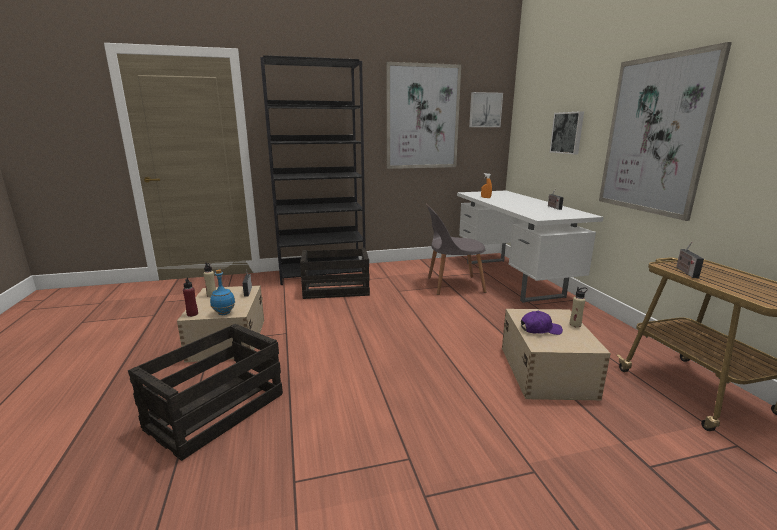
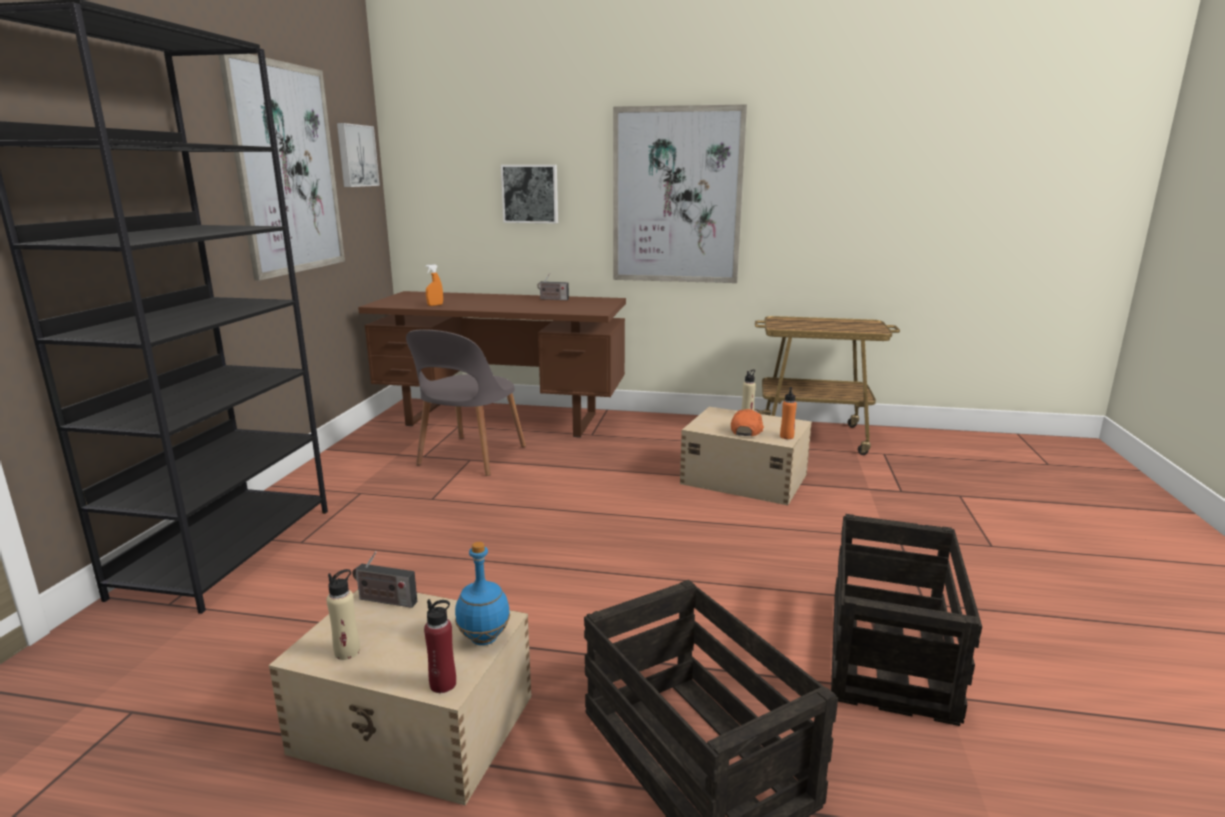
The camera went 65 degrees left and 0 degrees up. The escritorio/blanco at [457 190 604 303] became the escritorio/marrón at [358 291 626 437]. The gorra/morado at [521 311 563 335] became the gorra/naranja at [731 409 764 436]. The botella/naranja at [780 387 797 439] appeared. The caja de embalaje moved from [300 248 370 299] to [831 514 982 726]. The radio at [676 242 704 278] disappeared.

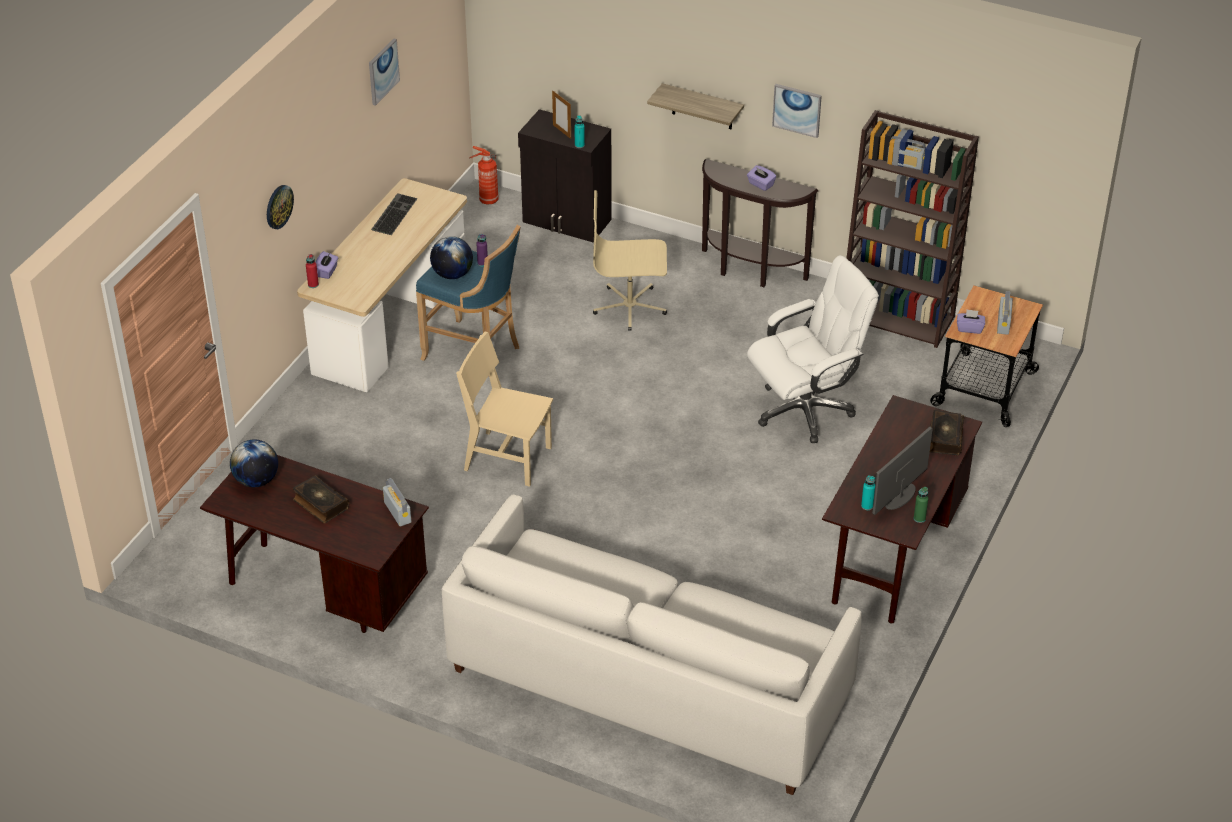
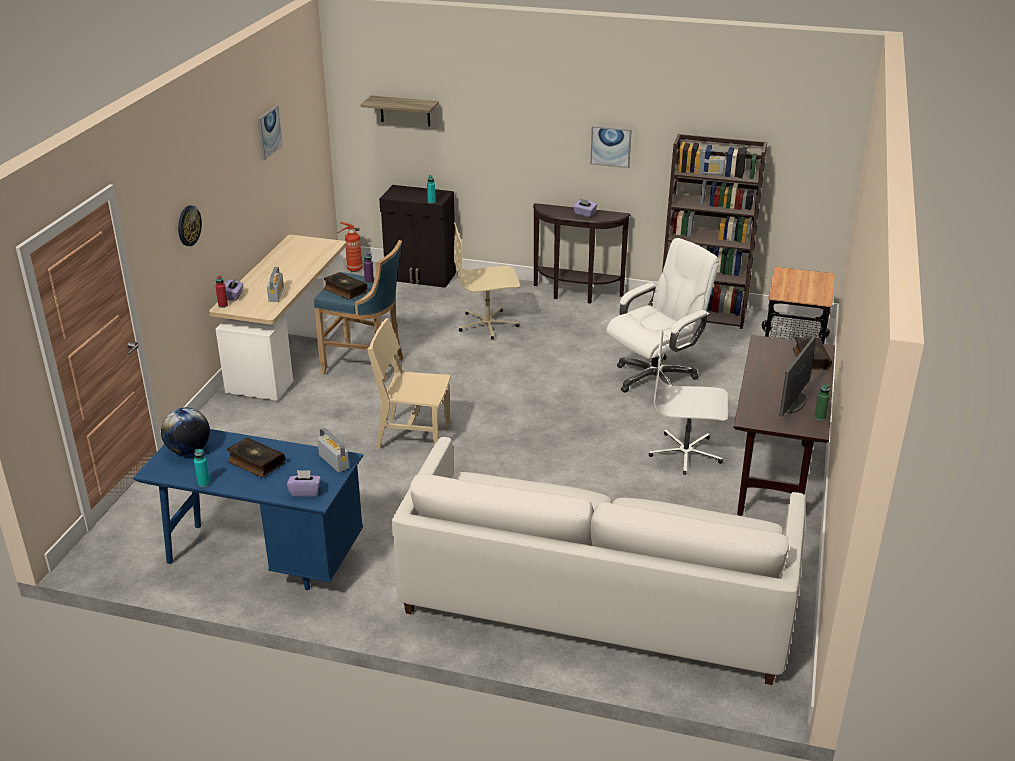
The camera went 10 degrees left and 10 degrees down. The escritorio/marrón at [200 455 429 633] became the escritorio/azul at [133 429 363 590]. The botella/turquesa moved from [861 475 875 510] to [194 449 210 487]. The radio moved from [997 291 1013 335] to [267 267 284 302]. The caja de pañuelos/morado moved from [957 309 985 334] to [287 470 321 497]. The globo terráqueo at [430 236 473 279] was replaced by the libro at [323 272 368 300]. The estante moved from [647 83 744 129] to [360 95 439 126]. The silla de oficina/blanco at [649 330 728 475] appeared. The teclado at [371 193 418 235] disappeared. The portarretratos at [552 90 571 139] disappeared.

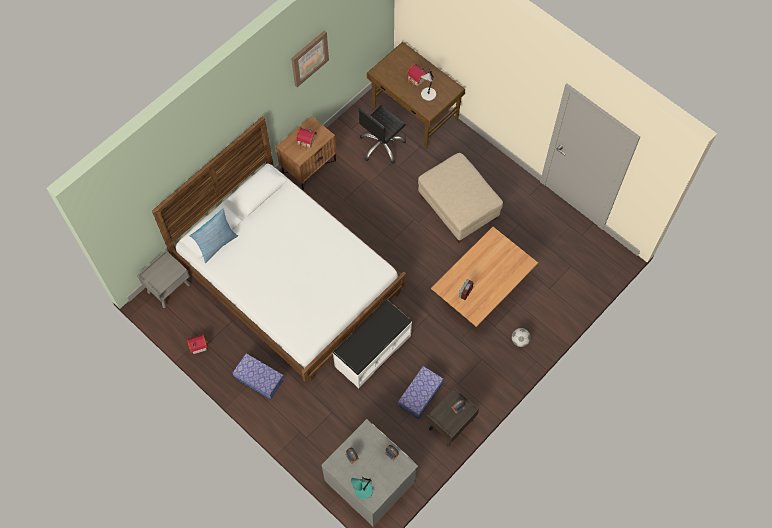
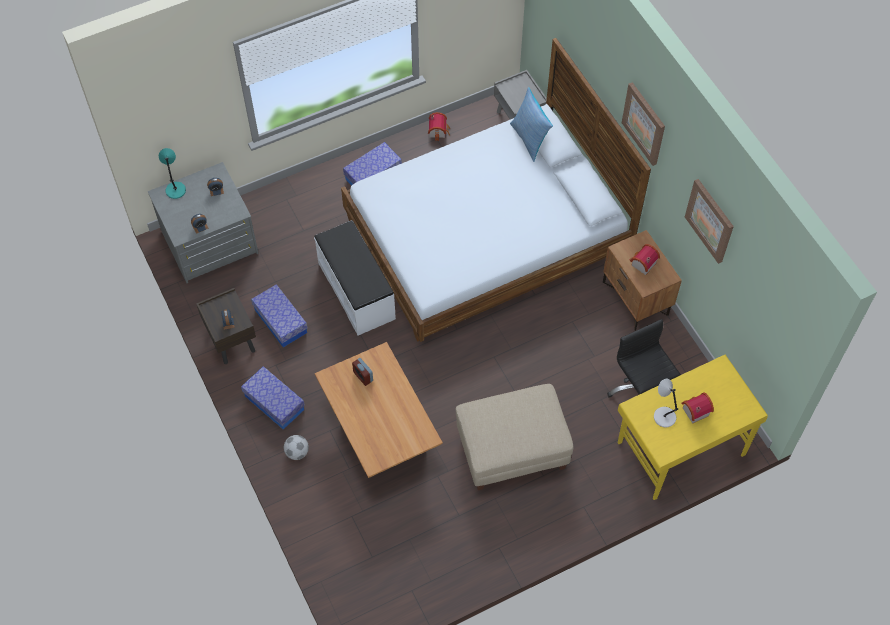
The camera went 110 degrees right and 5 degrees down. The caja de almacenaje at [241 366 305 430] appeared. The escritorio/marrón at [367 42 465 149] became the escritorio/amarillo at [618 355 768 500]. The cuadro at [622 82 665 166] appeared.

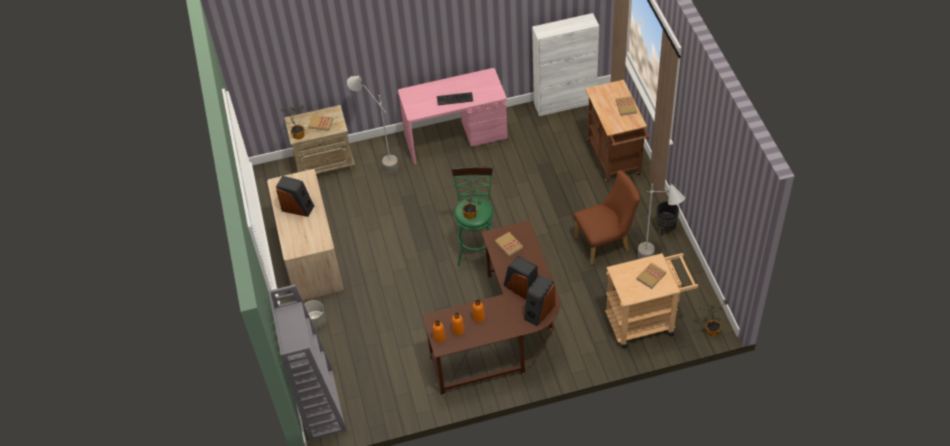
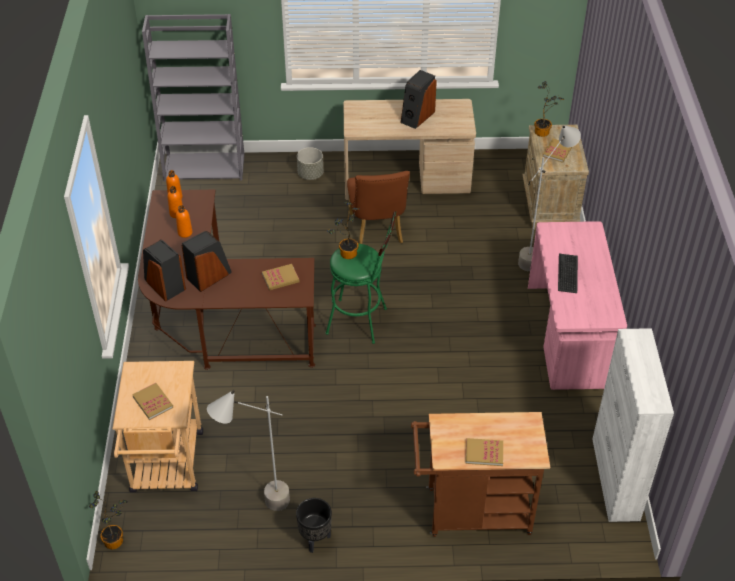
The camera went 100 degrees right and 5 degrees down. The silla/marrón moved from [574 170 640 265] to [347 171 410 244].

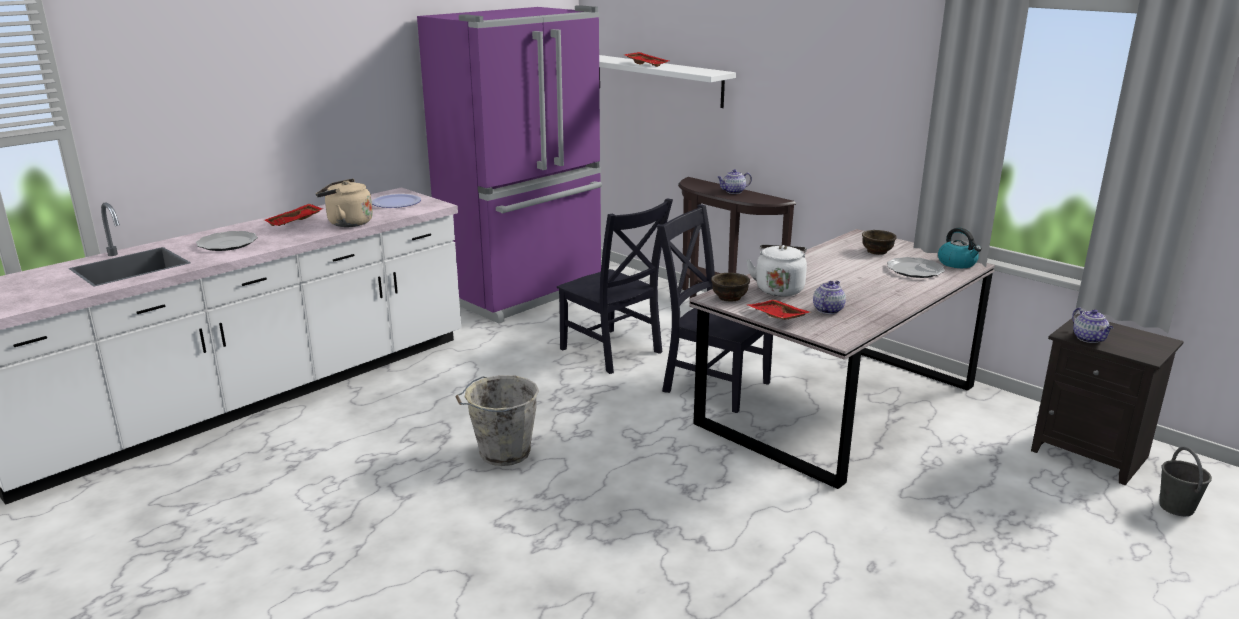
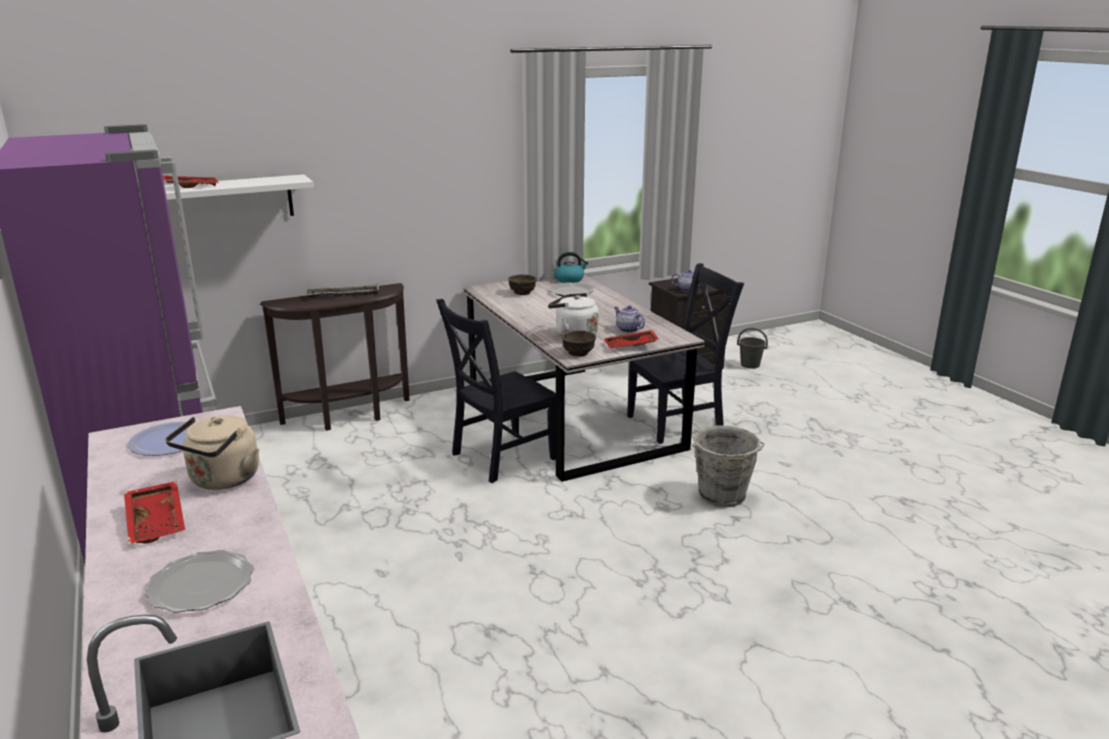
The camera went 70 degrees left and 0 degrees up. The tetera at [717 169 752 194] was replaced by the bandeja at [306 284 380 297]. The silla/negro moved from [557 198 673 374] to [627 263 744 444]. The cubo/gris moved from [455 375 539 466] to [692 425 764 507].

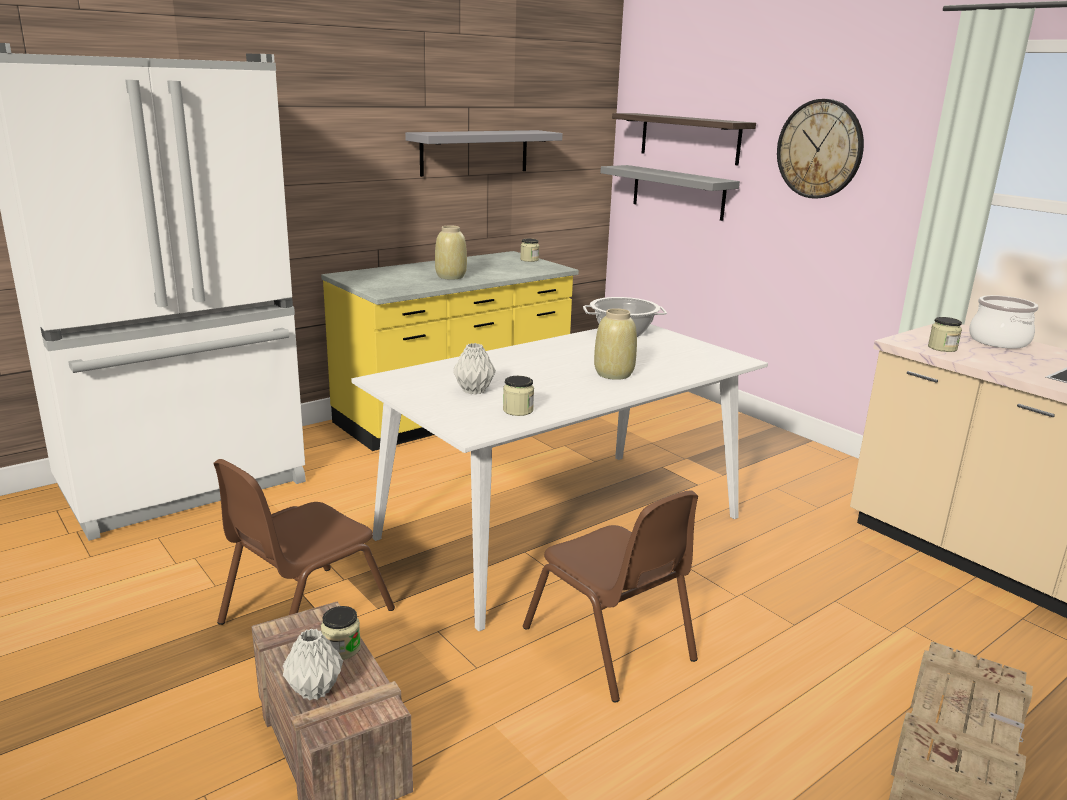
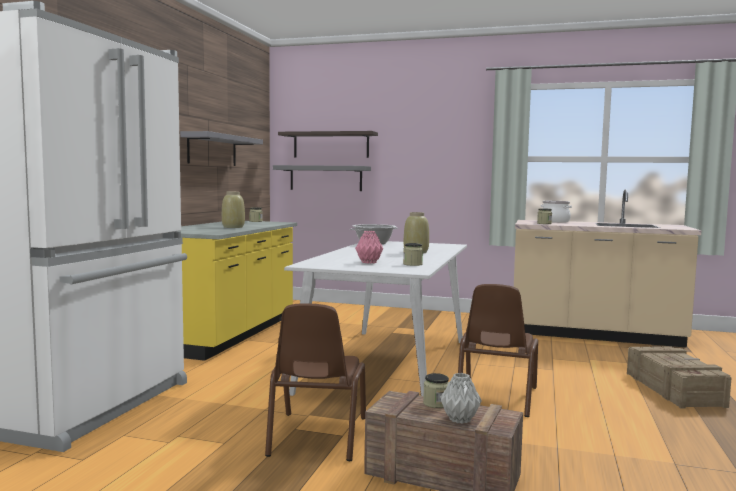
The camera went 35 degrees left and 15 degrees down. The florero/gris at [453 343 496 395] became the florero/rosa at [355 231 383 264]. The silla/marrón at [523 491 698 703] turned 90 degrees clockwise. The reloj de pared at [777 99 864 199] disappeared.

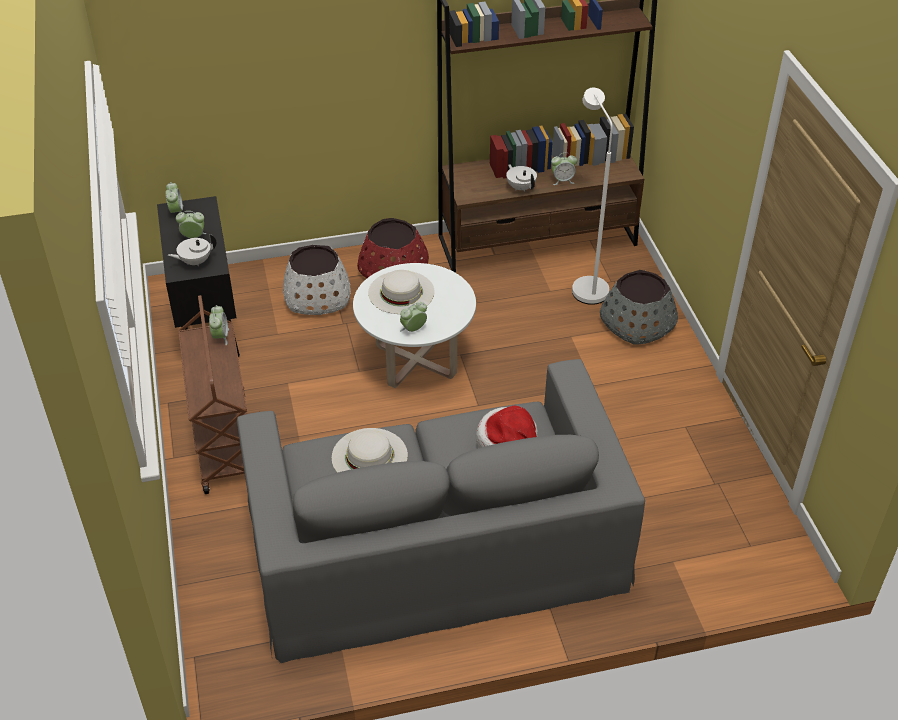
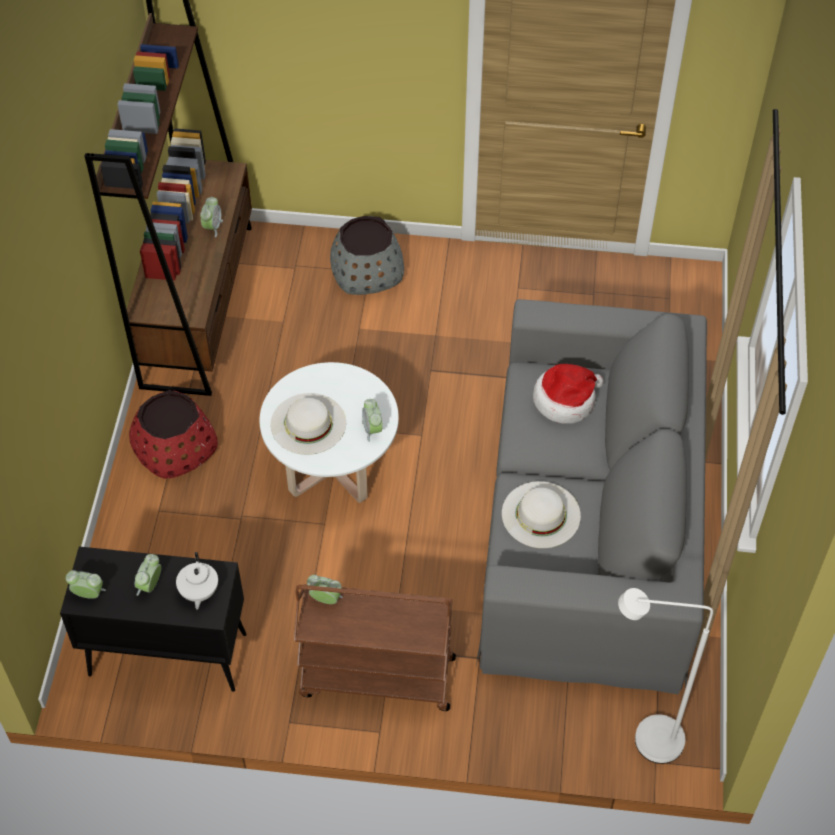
The camera went 70 degrees left and 10 degrees up. The lámpara de pie/blanco moved from [572 88 613 305] to [618 588 713 764]. The maceta/blanco at [283 245 351 315] disappeared. The tetera/blanco at [506 164 537 191] disappeared.

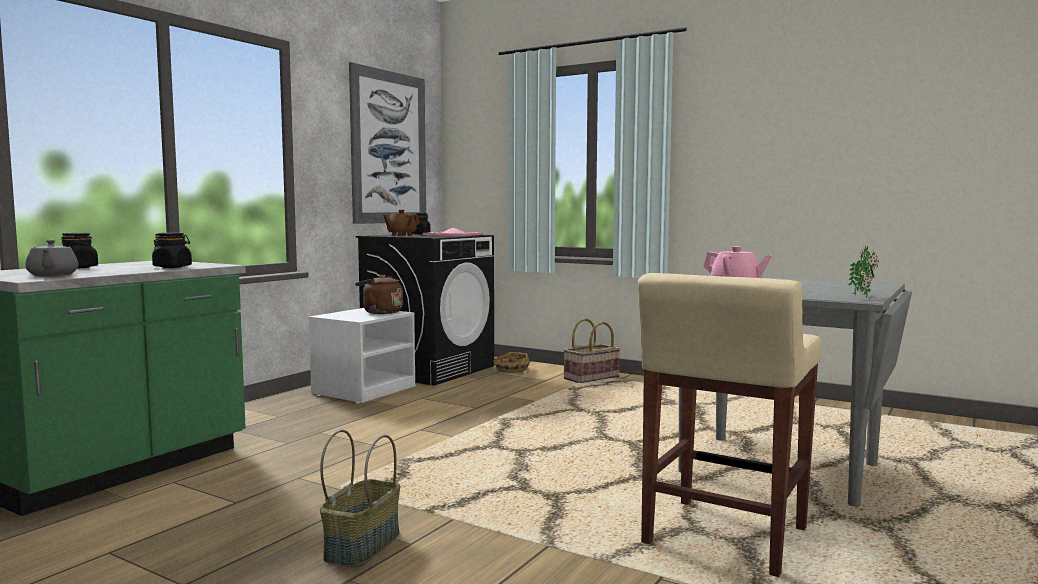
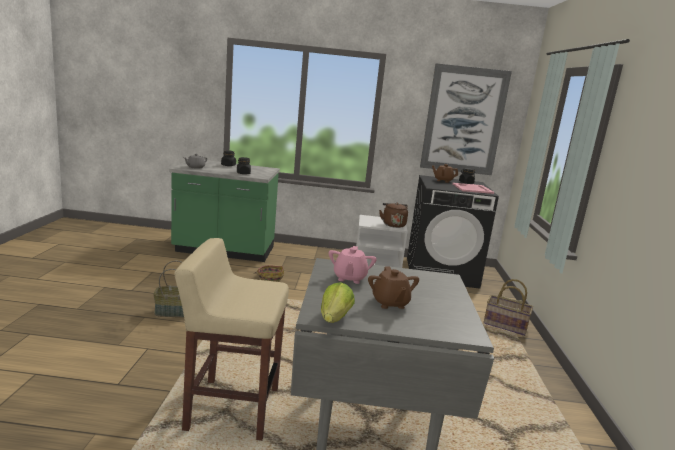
The camera went 60 degrees right and 10 degrees up. The cesta moved from [493 352 530 373] to [254 265 284 282]. The planta en maceta at [849 246 879 298] was replaced by the lechuga at [321 282 355 323]. The tetera/marrón at [368 266 419 309] appeared.

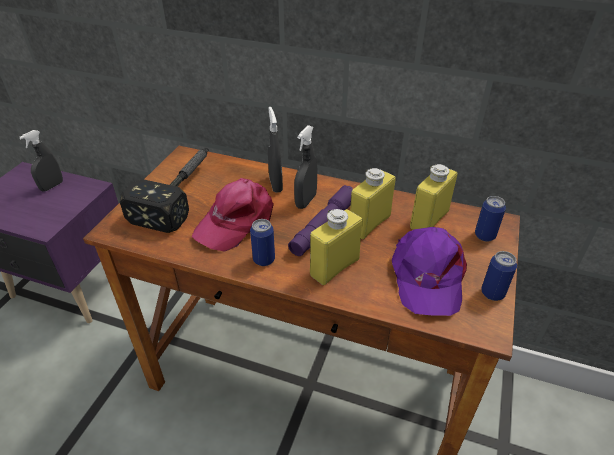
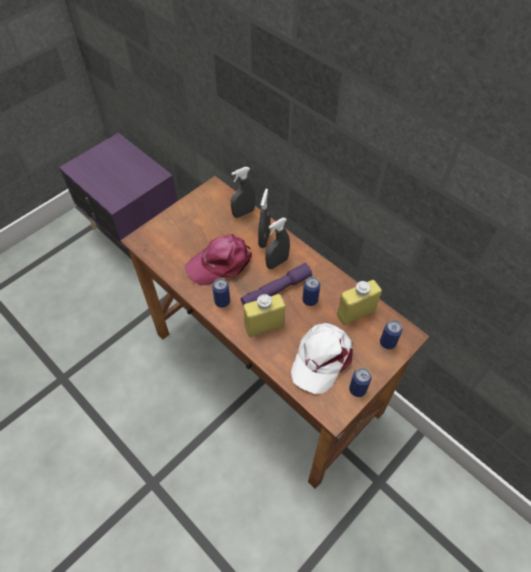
The camera went 25 degrees right and 15 degrees up. The pulverizador/gris moved from [19 130 63 192] to [231 167 255 218]. The gorra/morado at [392 227 467 316] became the gorra/blanco at [291 323 353 394]. The botella/amarillo at [350 168 396 239] was replaced by the lata at [303 277 320 306]. The martillo at [120 148 209 233] disappeared.

